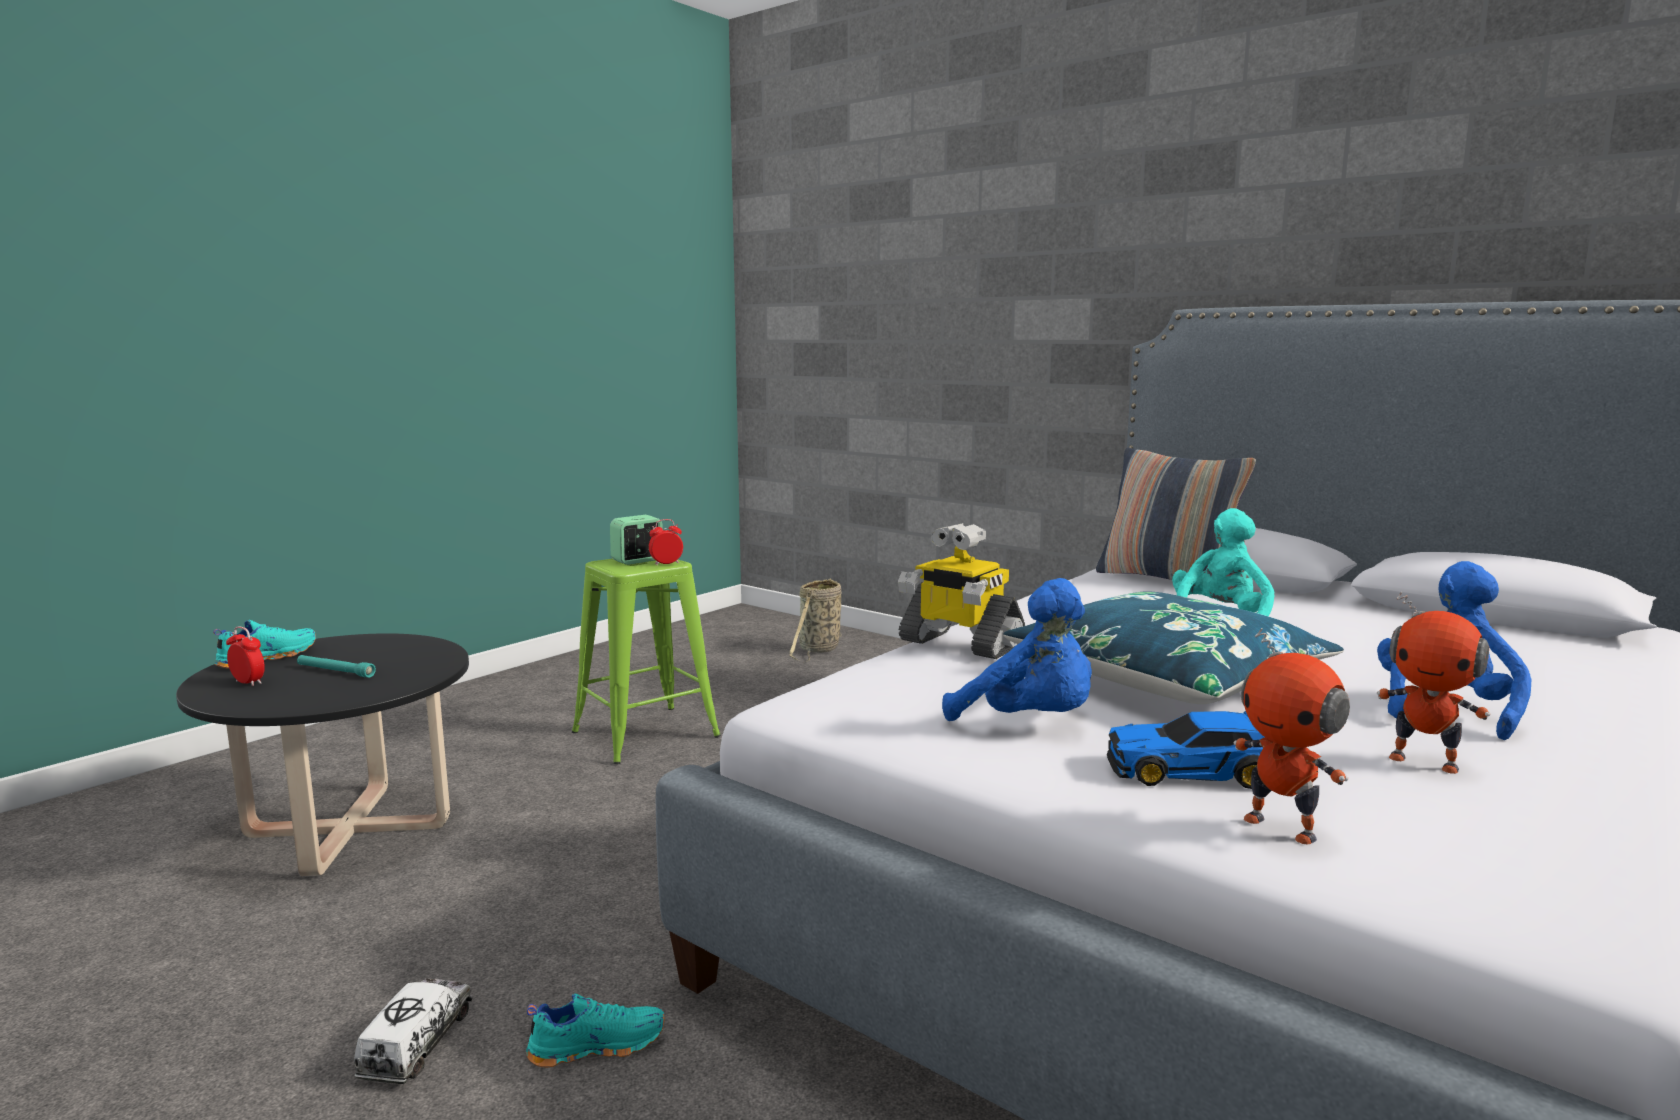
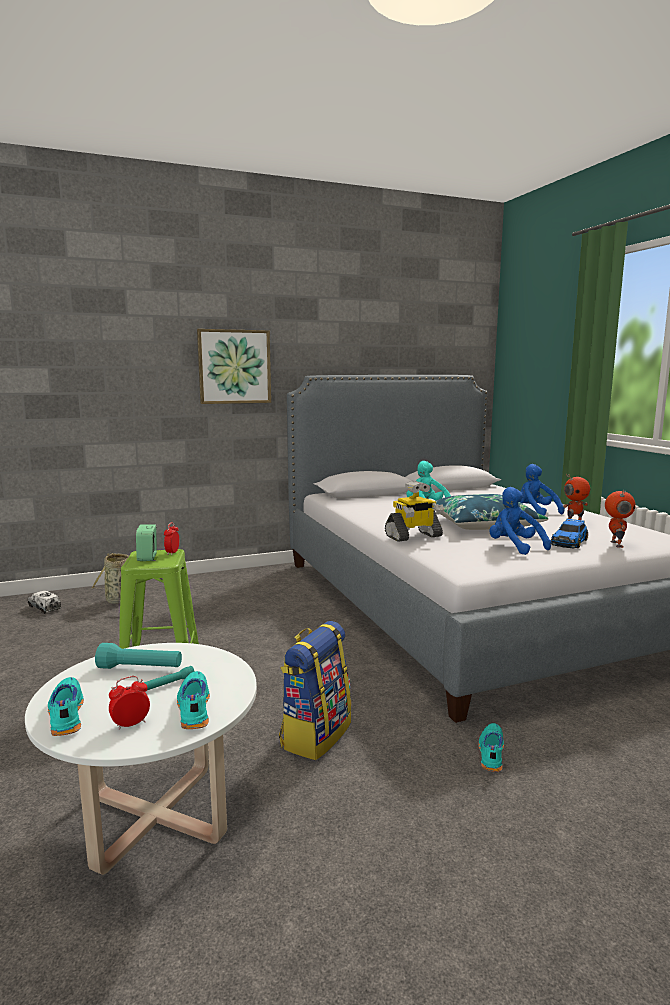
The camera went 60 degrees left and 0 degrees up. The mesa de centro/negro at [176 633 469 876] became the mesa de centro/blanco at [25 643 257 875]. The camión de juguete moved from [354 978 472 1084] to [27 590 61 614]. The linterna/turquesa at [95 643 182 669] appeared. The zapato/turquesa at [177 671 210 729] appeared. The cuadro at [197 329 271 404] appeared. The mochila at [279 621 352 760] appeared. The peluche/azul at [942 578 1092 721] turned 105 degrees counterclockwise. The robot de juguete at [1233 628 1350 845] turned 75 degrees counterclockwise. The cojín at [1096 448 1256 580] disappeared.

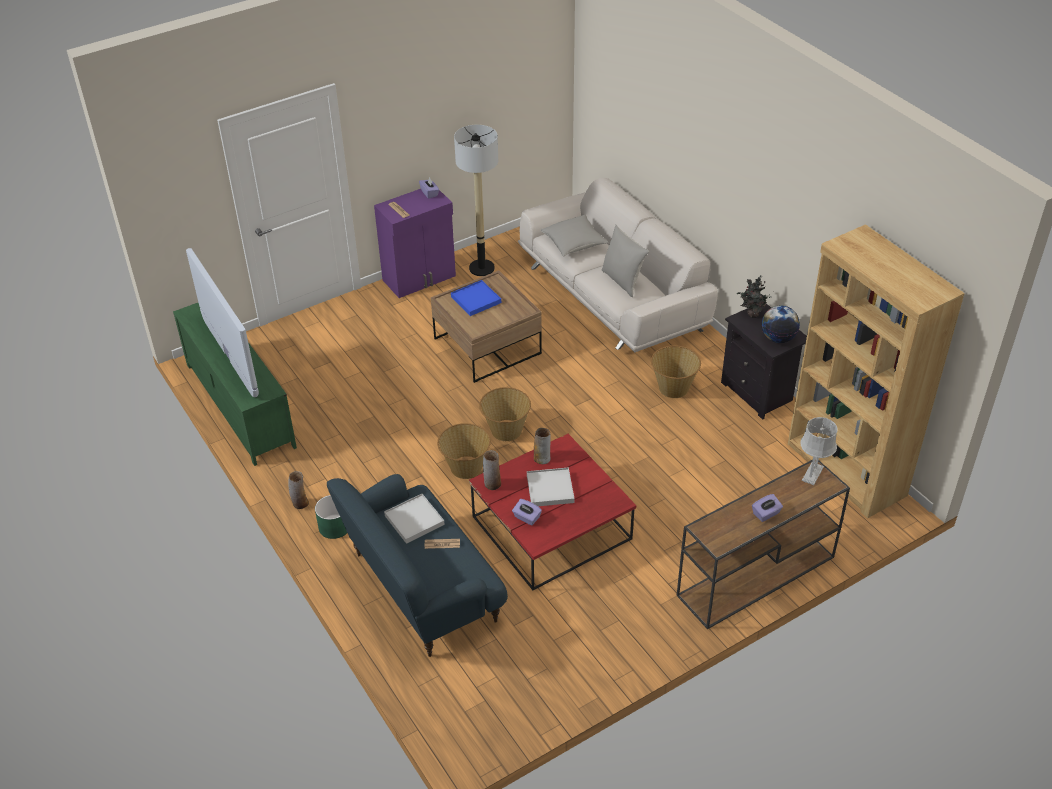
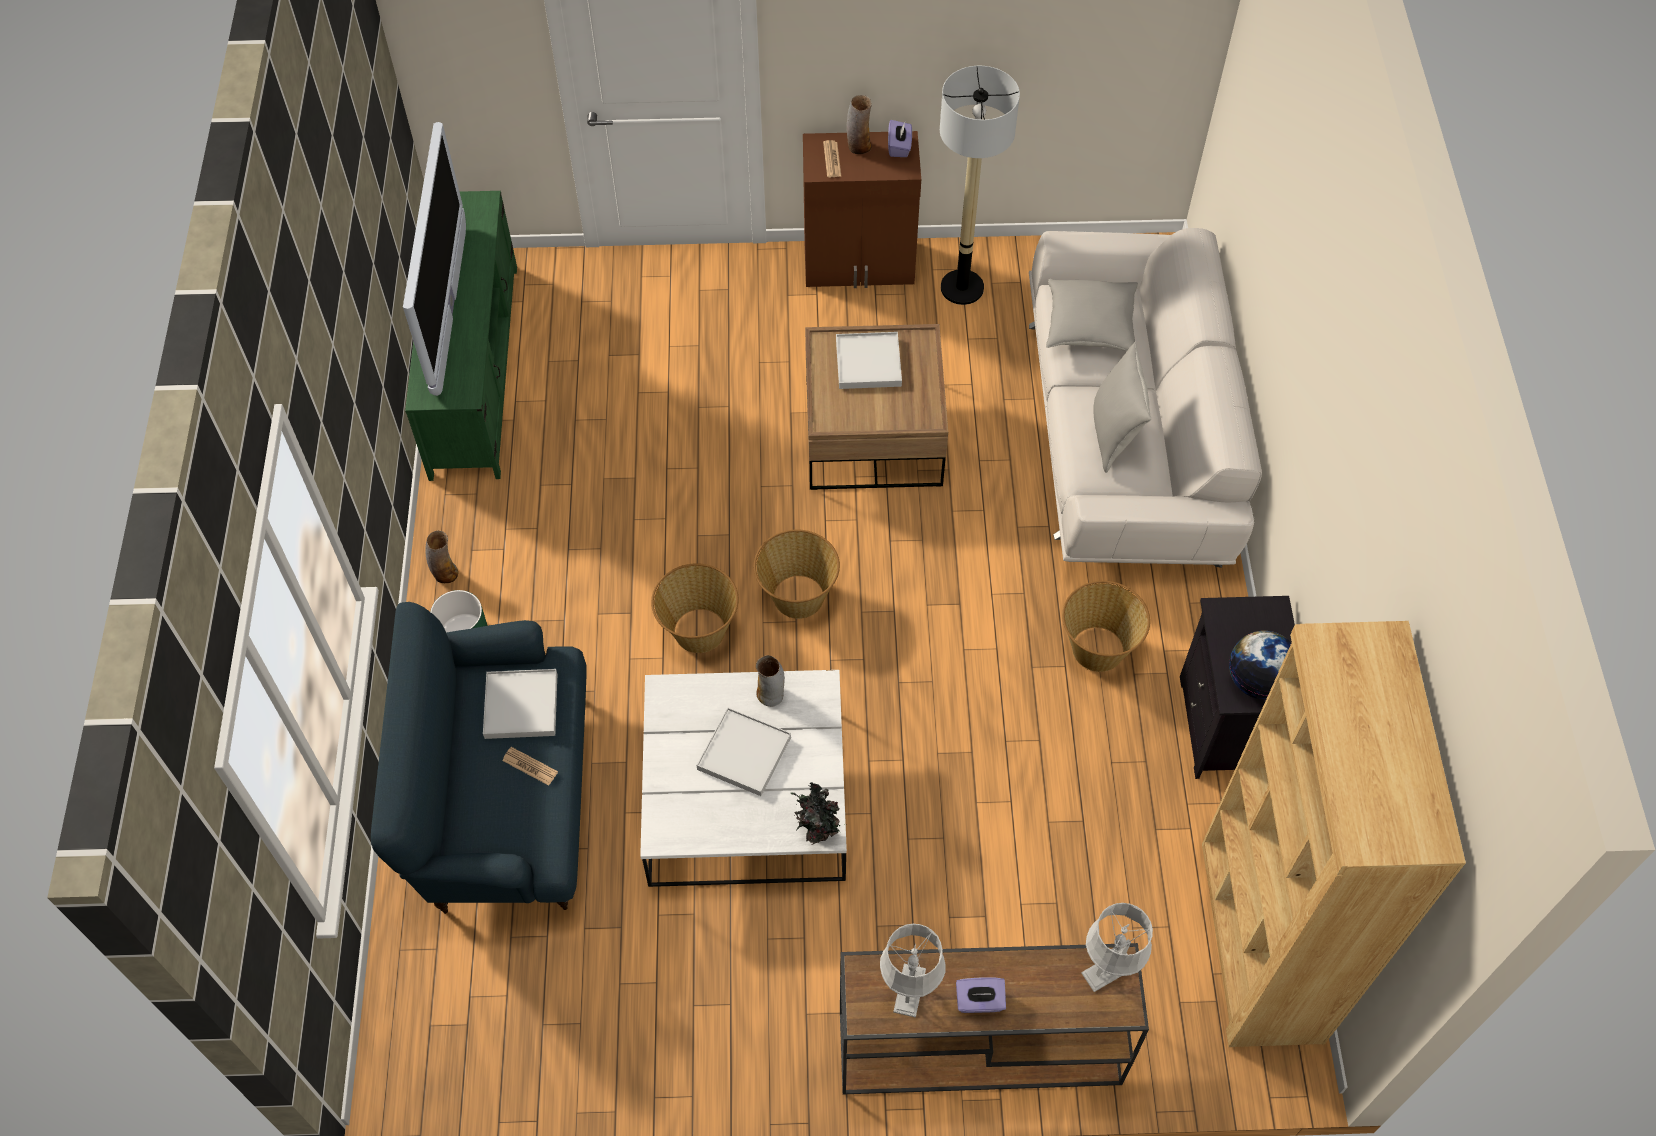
The camera went 30 degrees right and 15 degrees up. The mesa de centro/rojo at [469 434 636 590] became the mesa de centro/blanco at [640 670 847 887]. The planta en maceta moved from [737 275 770 318] to [791 782 847 845]. The armario/morado at [374 189 456 298] became the armario/marrón at [803 131 921 288]. The bandeja/azul at [451 280 501 316] became the bandeja/blanco at [836 332 902 389]. The florero moved from [483 450 501 490] to [846 95 872 154]. The lámpara de mesa/gris at [880 924 946 1018] appeared. The caja de pañuelos/morado at [512 499 542 526] disappeared.

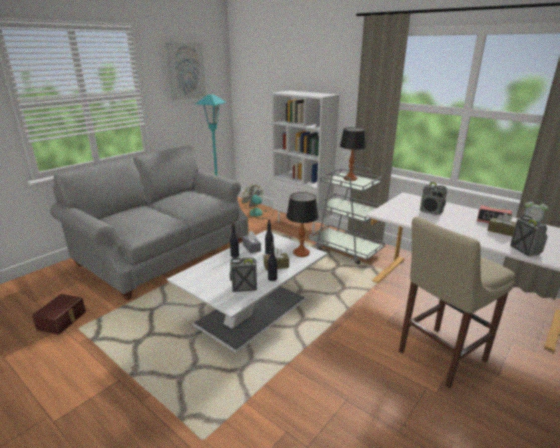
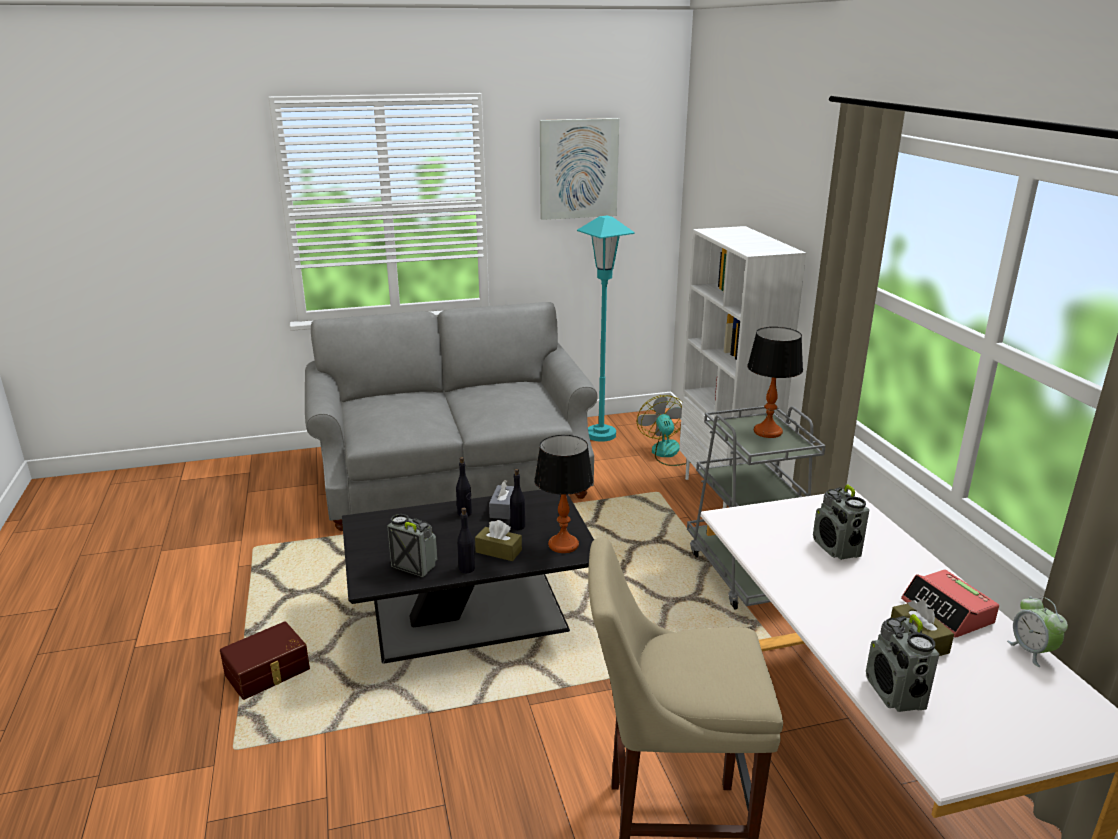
The camera went 35 degrees right and 0 degrees up. The caja de almacenaje/marrón moved from [32 294 86 335] to [220 621 310 700]. The mesa de centro/blanco at [167 230 327 353] became the mesa de centro/negro at [342 490 594 664]. The radio at [510 215 548 257] turned 150 degrees clockwise.

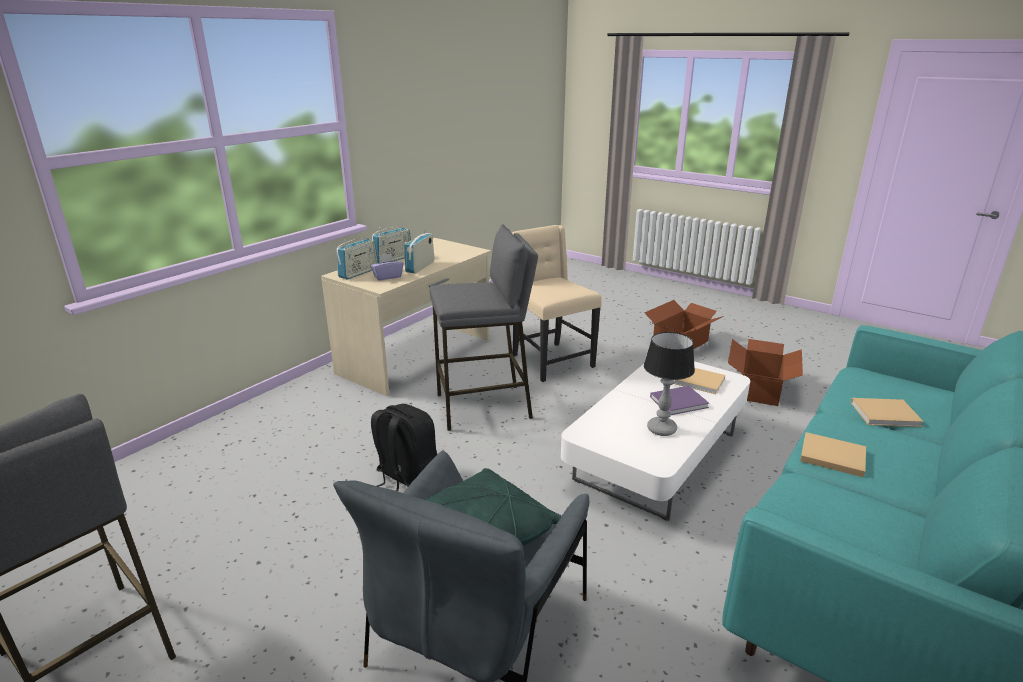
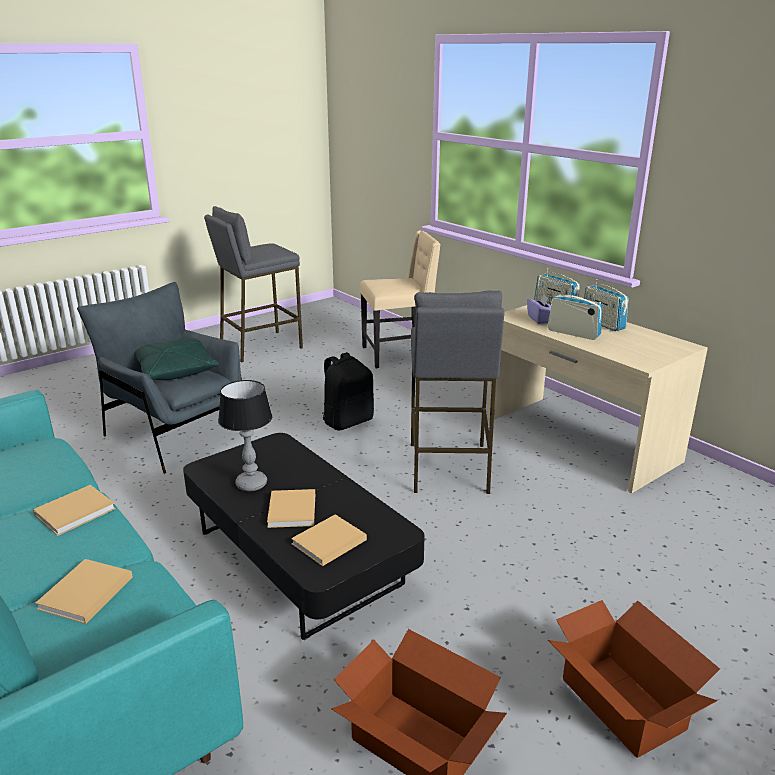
The camera went 105 degrees right and 0 degrees up. The mesa de centro/blanco at [561 361 750 521] became the mesa de centro/negro at [183 433 425 640]. The libro/morado at [650 386 709 415] became the libro/beis at [267 489 315 528]. The silla/beis moved from [512 225 602 382] to [360 230 441 369].

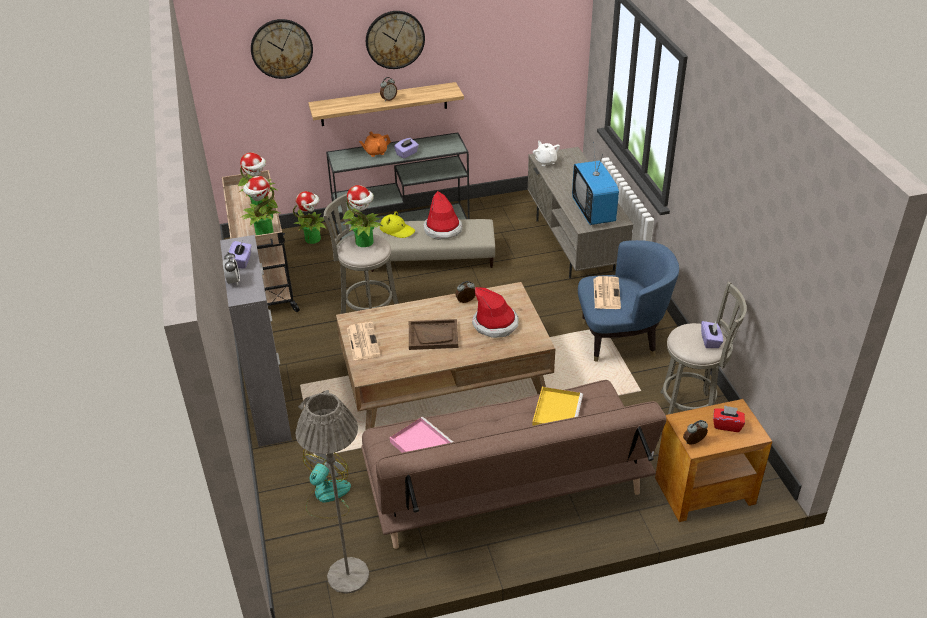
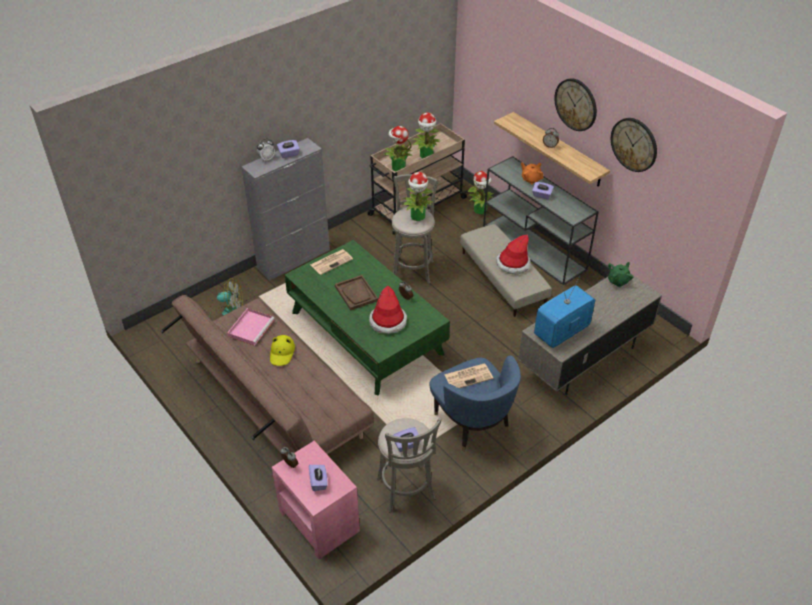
The camera went 65 degrees right and 5 degrees up. The sombrero/amarillo moved from [380 211 415 238] to [270 335 295 366]. The mesa auxiliar/marrón at [655 399 772 522] became the mesa auxiliar/rosa at [272 441 360 559]. The mesa de centro/marrón at [336 282 555 430] became the mesa de centro/verde at [285 240 450 396]. The caja de pañuelos/rojo at [713 405 745 432] became the caja de pañuelos/morado at [309 465 328 491]. The tetera/blanco at [533 141 560 166] became the tetera/verde at [608 262 633 287]. The reloj de pared moved from [251 19 313 79] to [611 118 657 172]. The lámpara de pie/gris at [296 390 369 594] disappeared. The bandeja/amarillo at [532 387 583 426] disappeared.

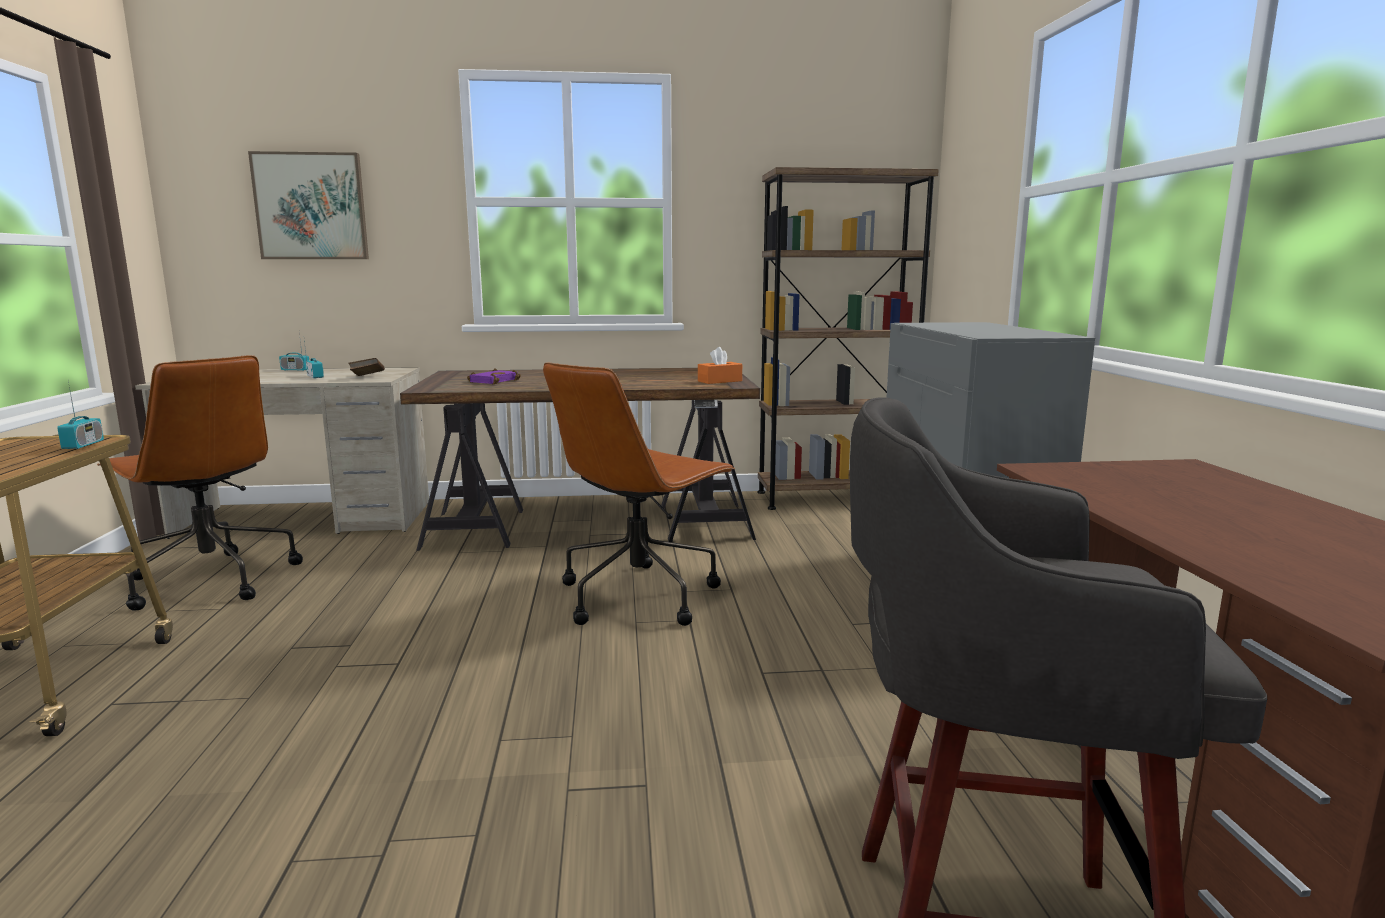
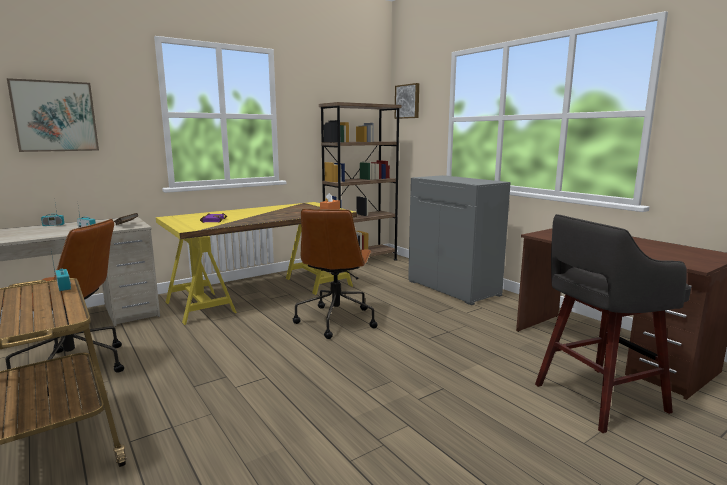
The camera went 30 degrees left and 0 degrees up. The escritorio/marrón at [400 368 760 551] became the escritorio/amarillo at [156 202 357 325]. The cuadro at [395 83 419 119] appeared.

